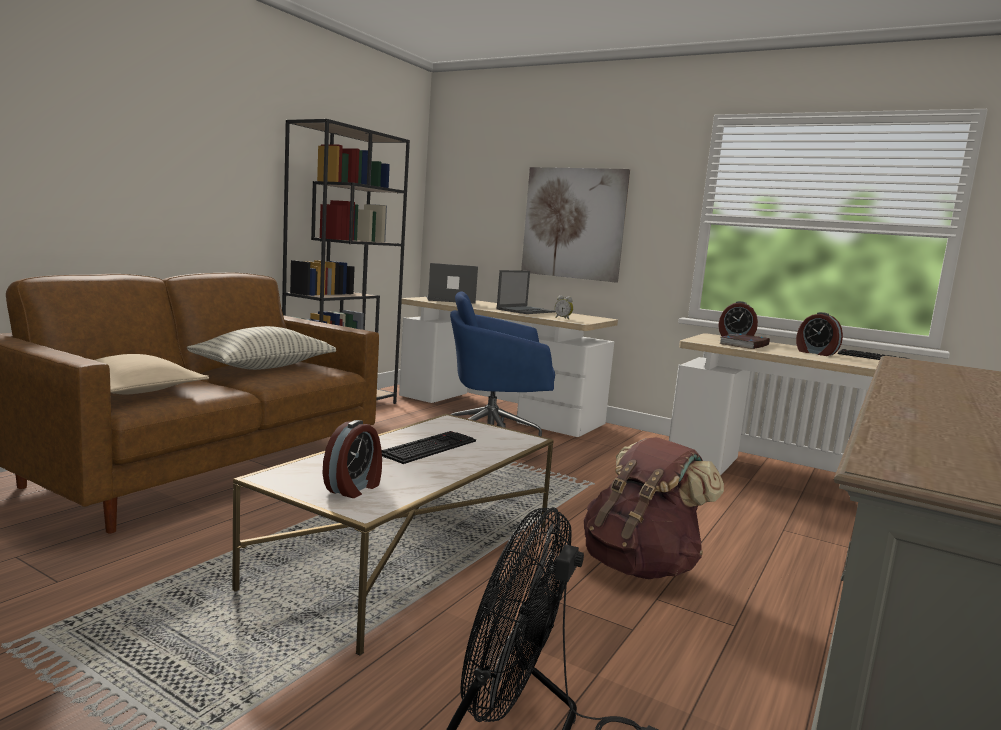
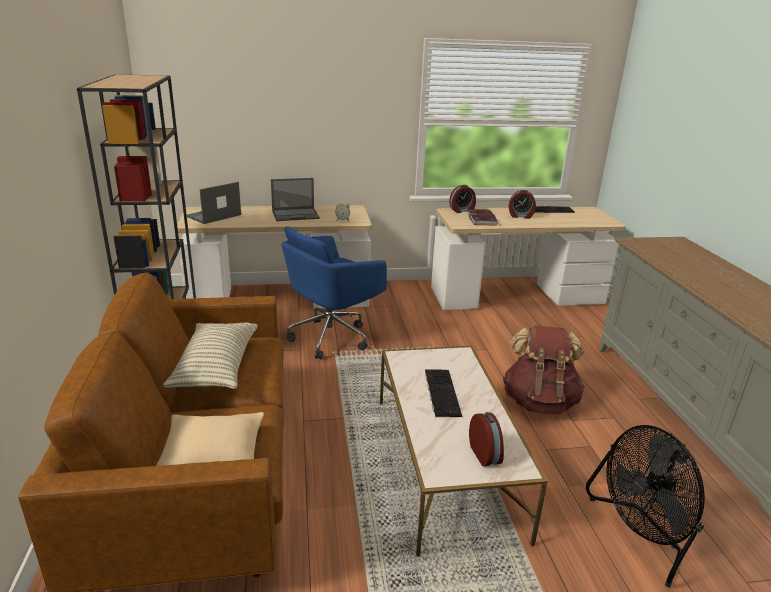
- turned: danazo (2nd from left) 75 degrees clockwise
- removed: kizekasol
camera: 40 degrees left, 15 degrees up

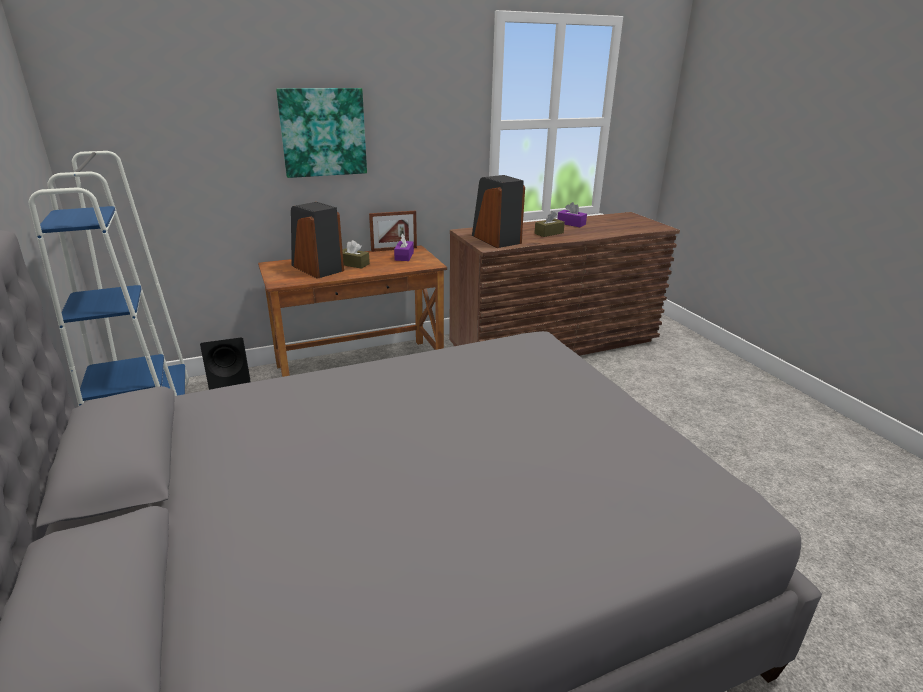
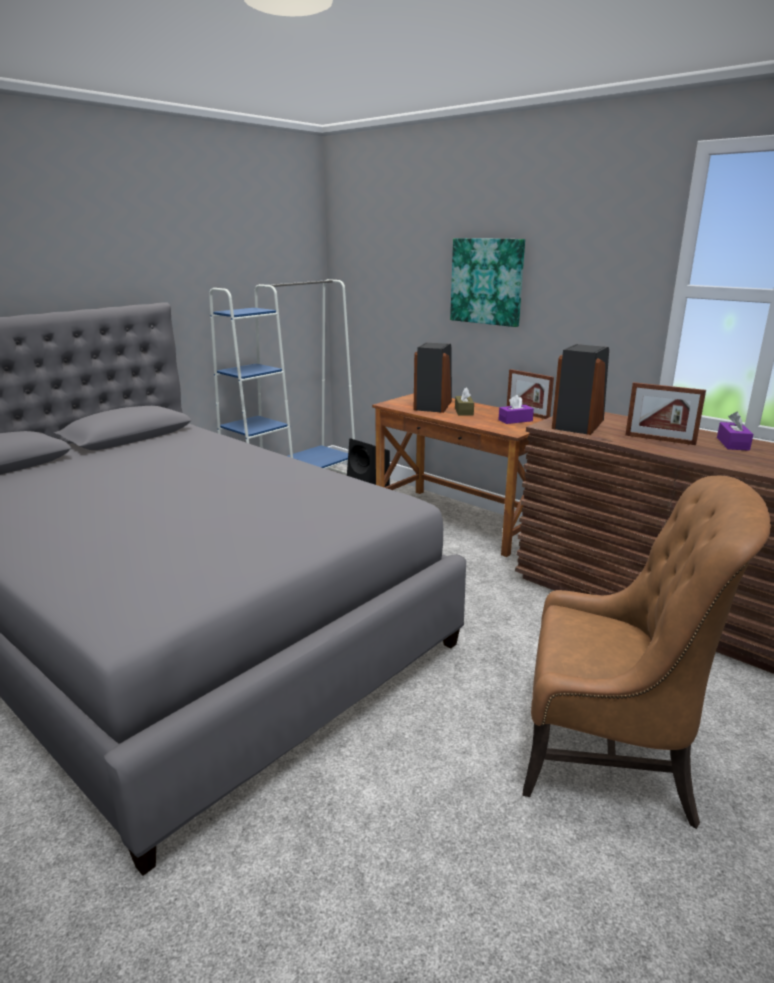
- replaced: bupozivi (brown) (2nd from left) to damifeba (2nd from left)
- added: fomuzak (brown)
camera: 65 degrees right, 5 degrees down

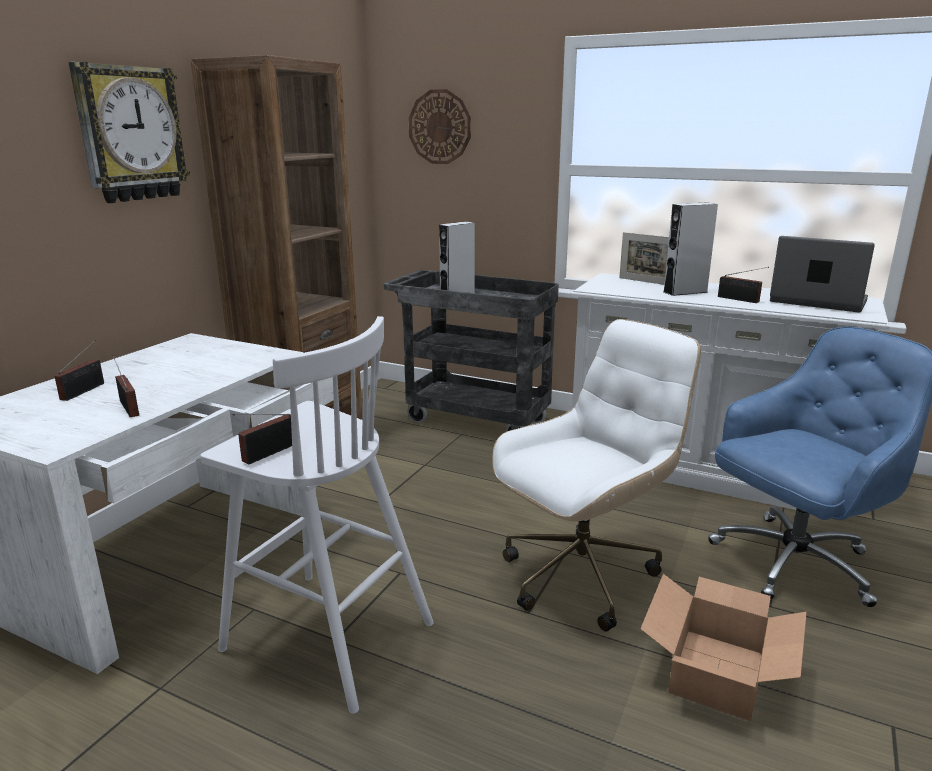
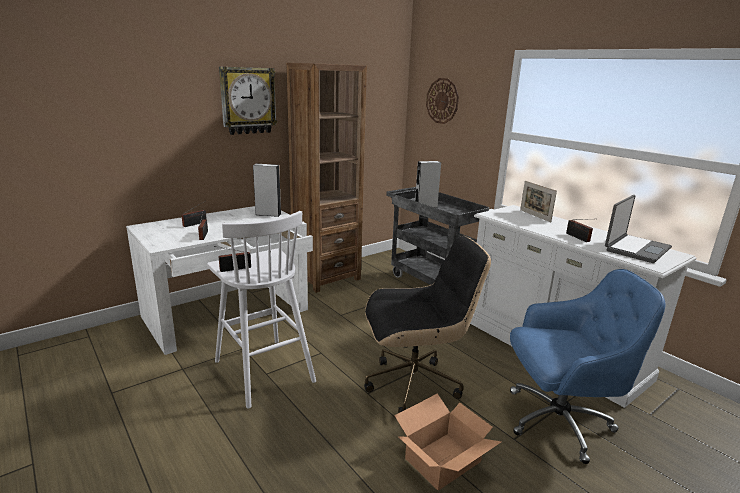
- recoloured: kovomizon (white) to kovomizon (black)
- moved: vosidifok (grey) (2nd from left in the first image) to vosidifok (grey) (1st from left)
- turned: danazo 75 degrees clockwise
camera: 25 degrees right, 0 degrees up

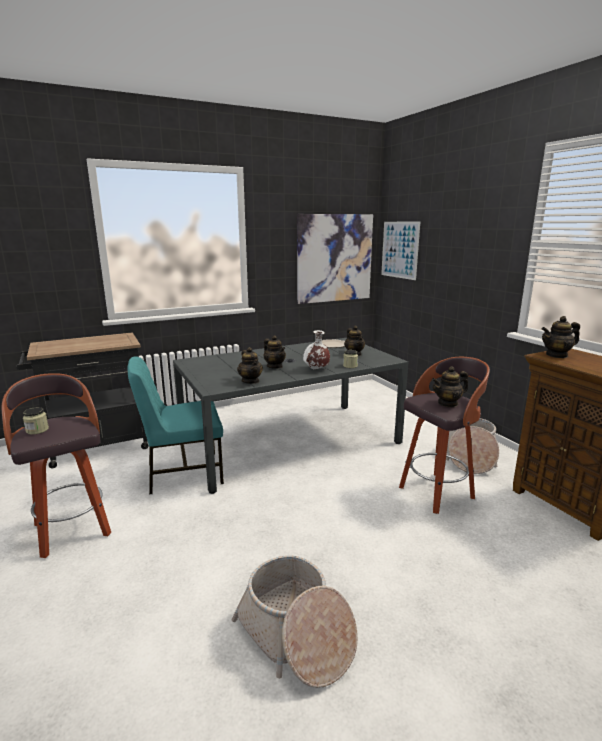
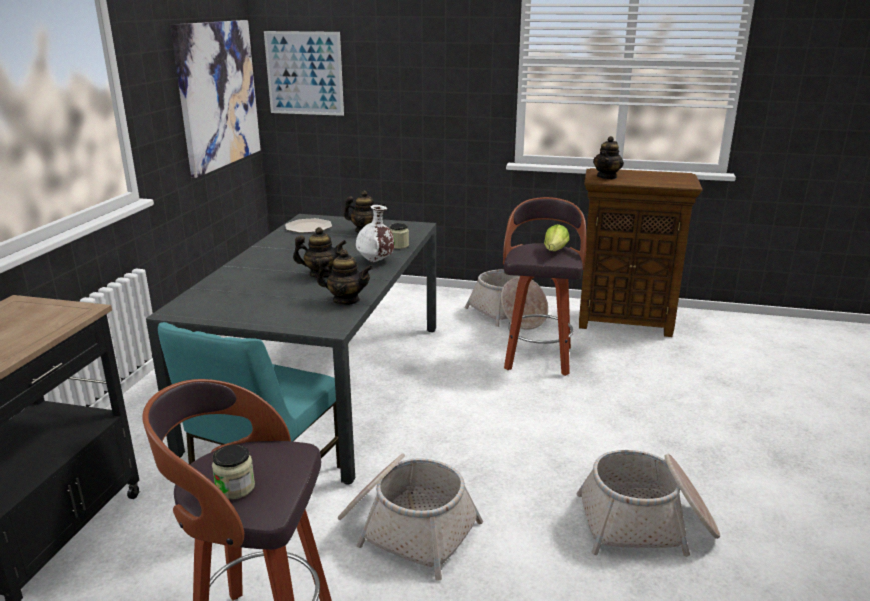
- replaced: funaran (4th from left) to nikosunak
- added: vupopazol (1st from left)
camera: 50 degrees left, 5 degrees up

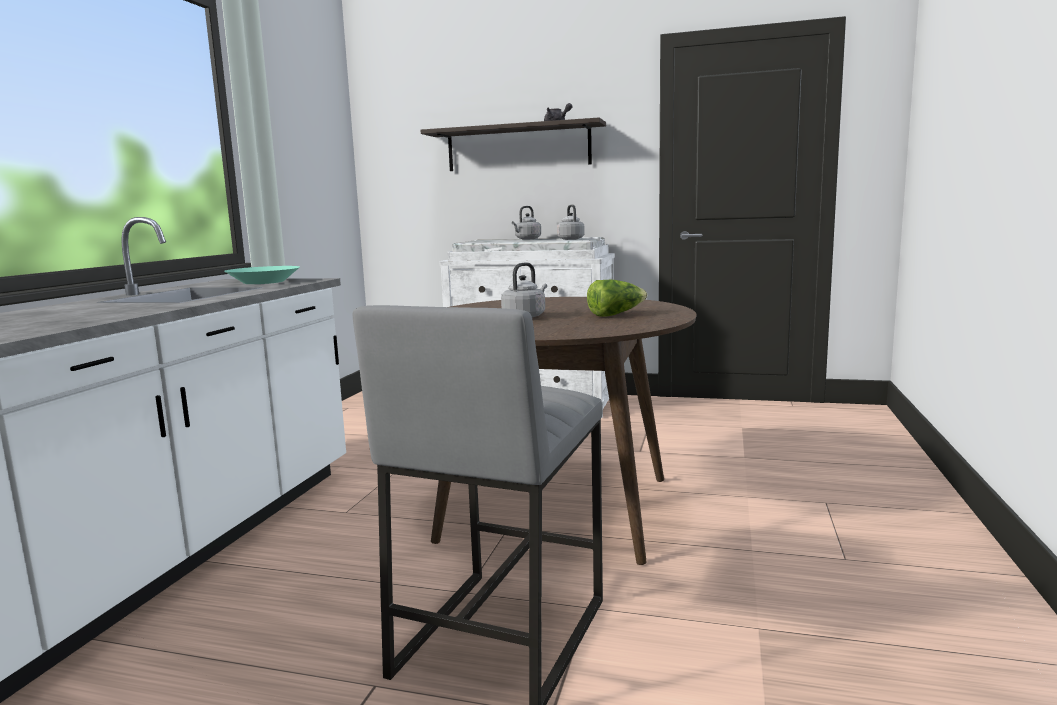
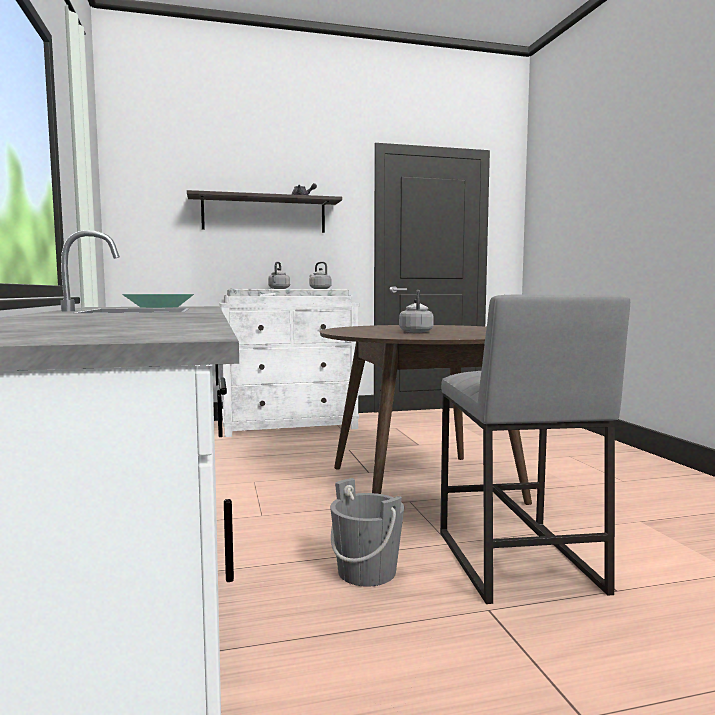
- removed: nikosunak
- added: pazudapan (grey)
camera: 30 degrees left, 5 degrees down

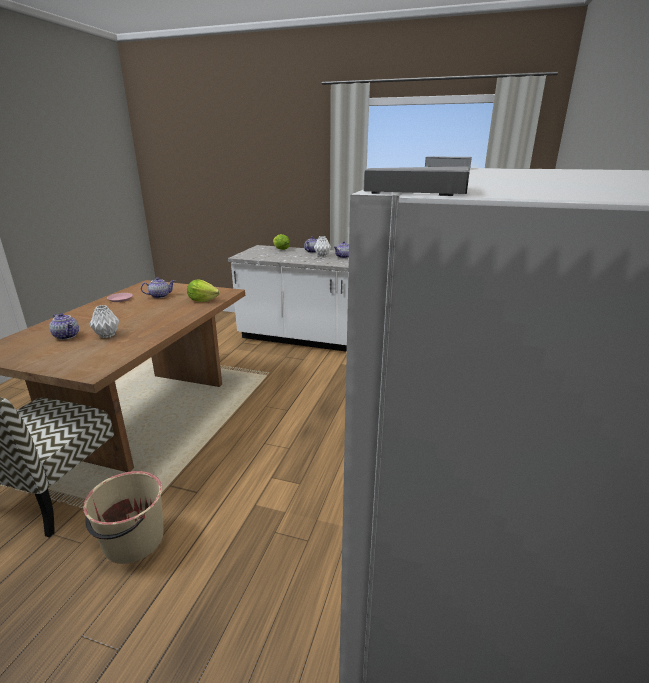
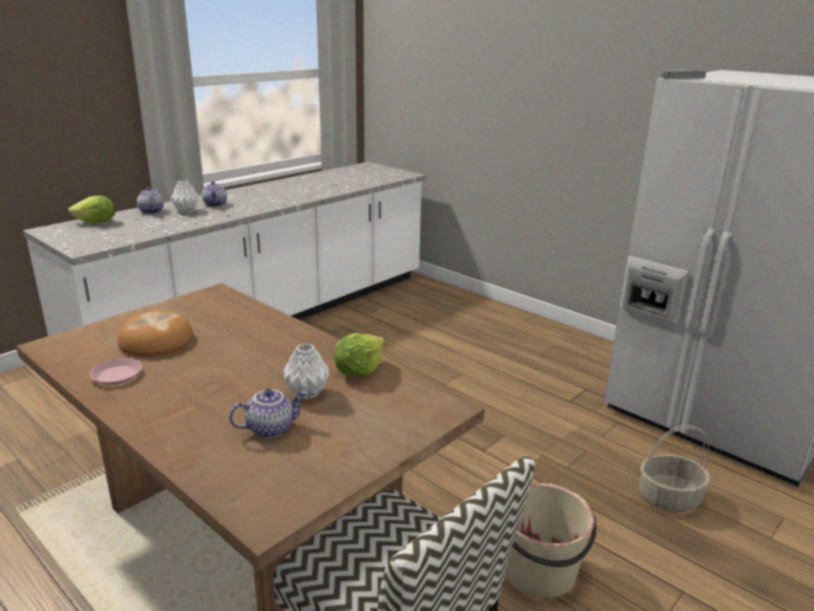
- replaced: funaran (2nd from left) to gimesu
- moved: nikosunak (1st from left in the first image) to nikosunak (2nd from left)
- added: vupopazol
camera: 65 degrees left, 0 degrees up

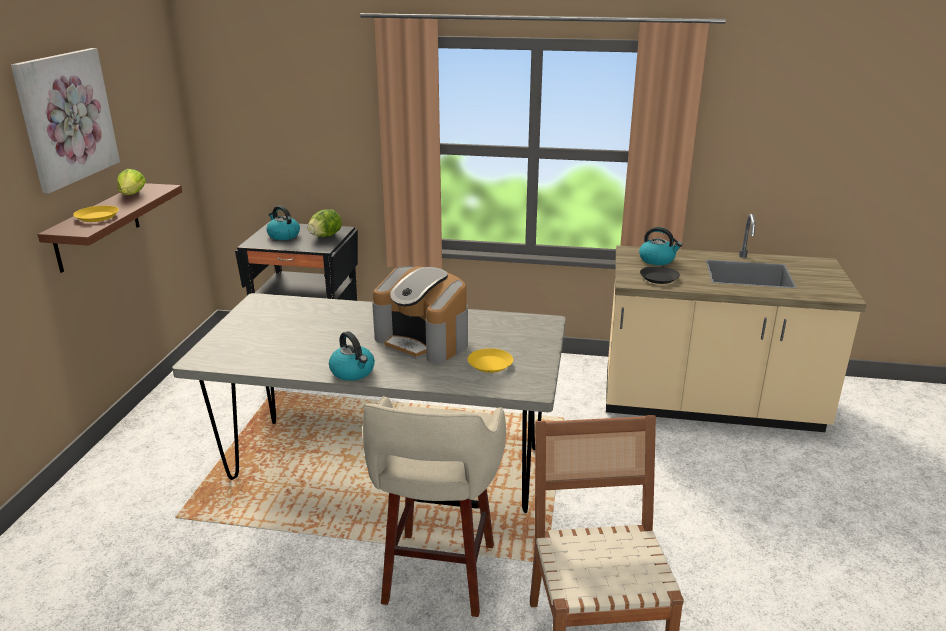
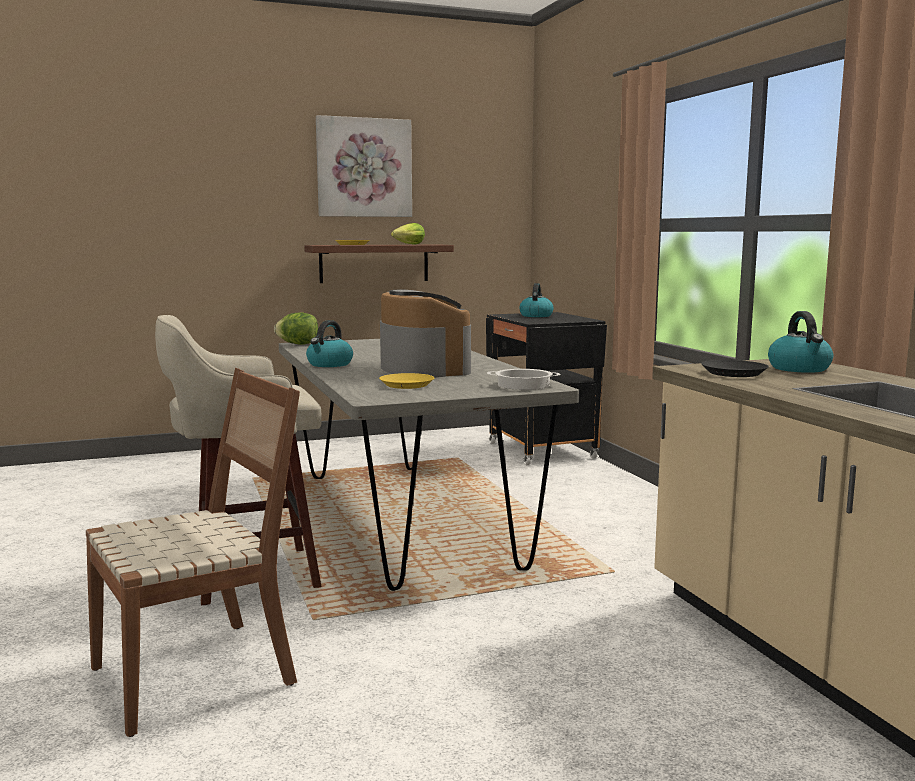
- moved: nikosunak (2nd from left in the first image) to nikosunak (1st from left)
- turned: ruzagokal 150 degrees clockwise
- added: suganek
camera: 60 degrees right, 15 degrees down

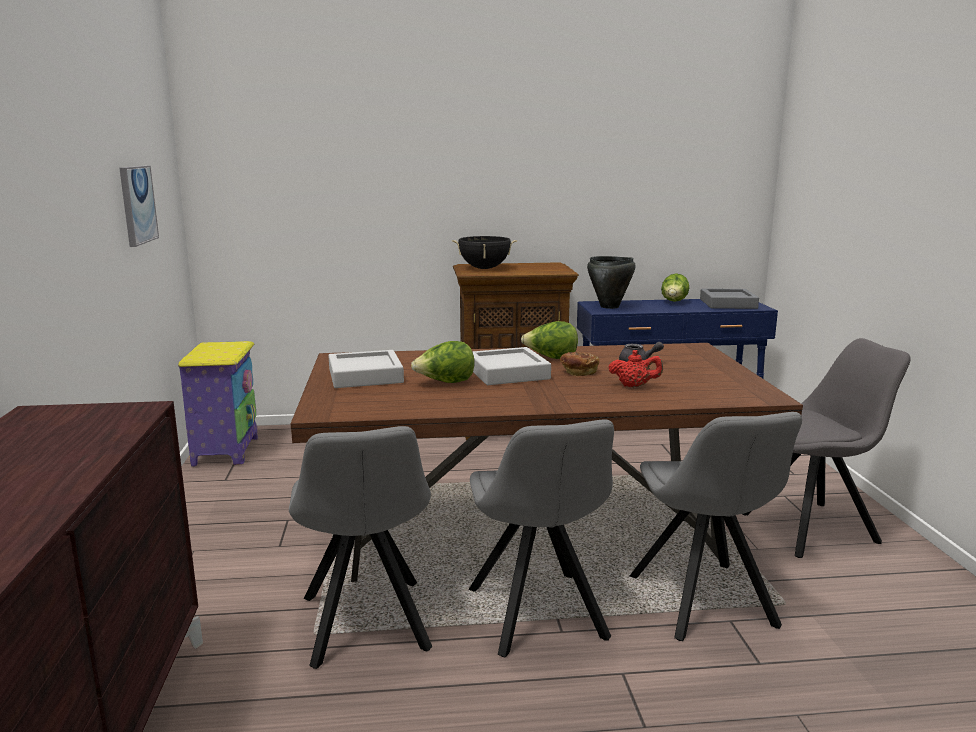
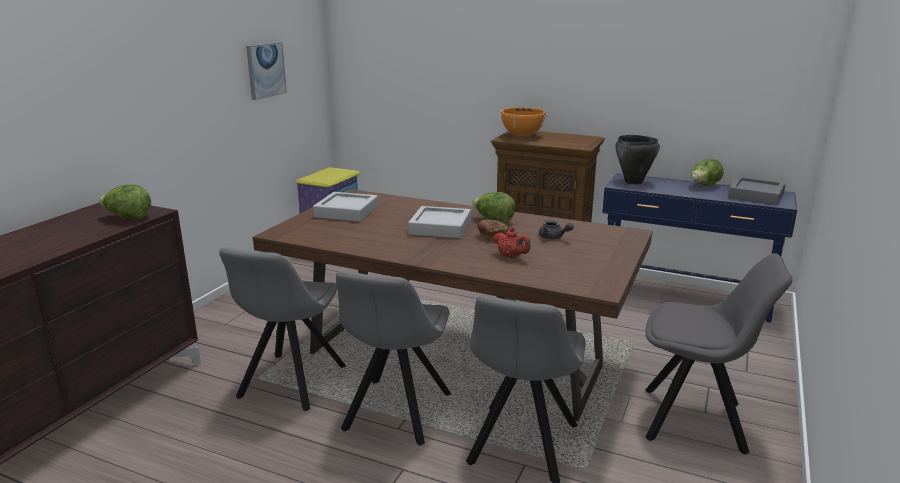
- moved: nikosunak (1st from left)
- recoloured: suganek (black) (1st from left) to suganek (orange)
camera: 30 degrees right, 5 degrees up

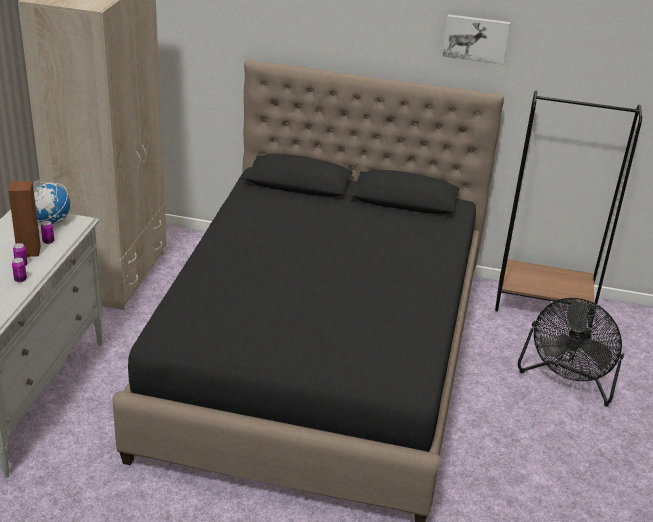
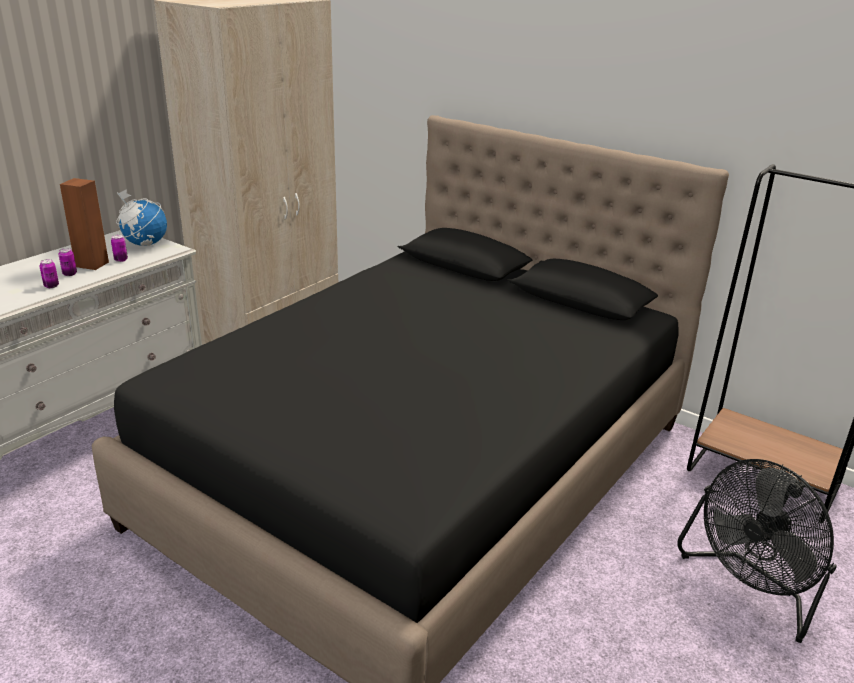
- removed: kizekasol
camera: 25 degrees right, 5 degrees down

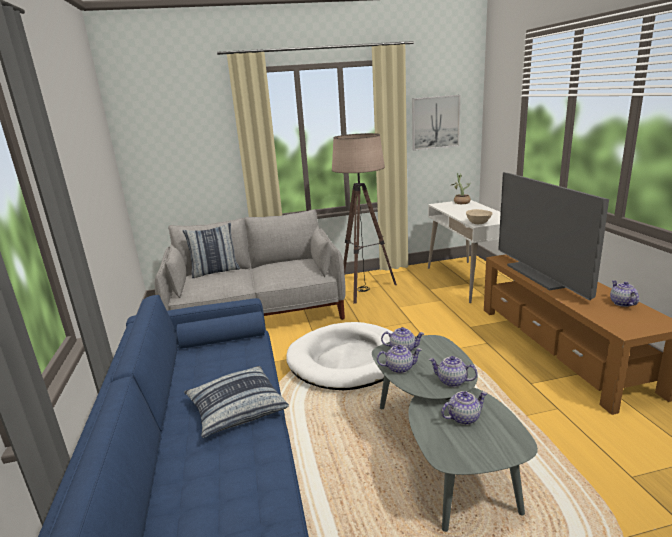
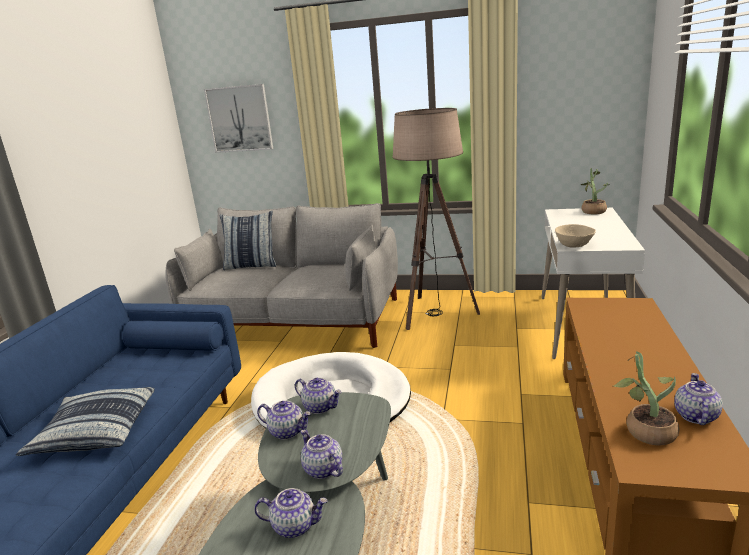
- moved: kizekasol
- removed: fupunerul
- added: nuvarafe (2nd from left)
camera: 25 degrees right, 0 degrees up

